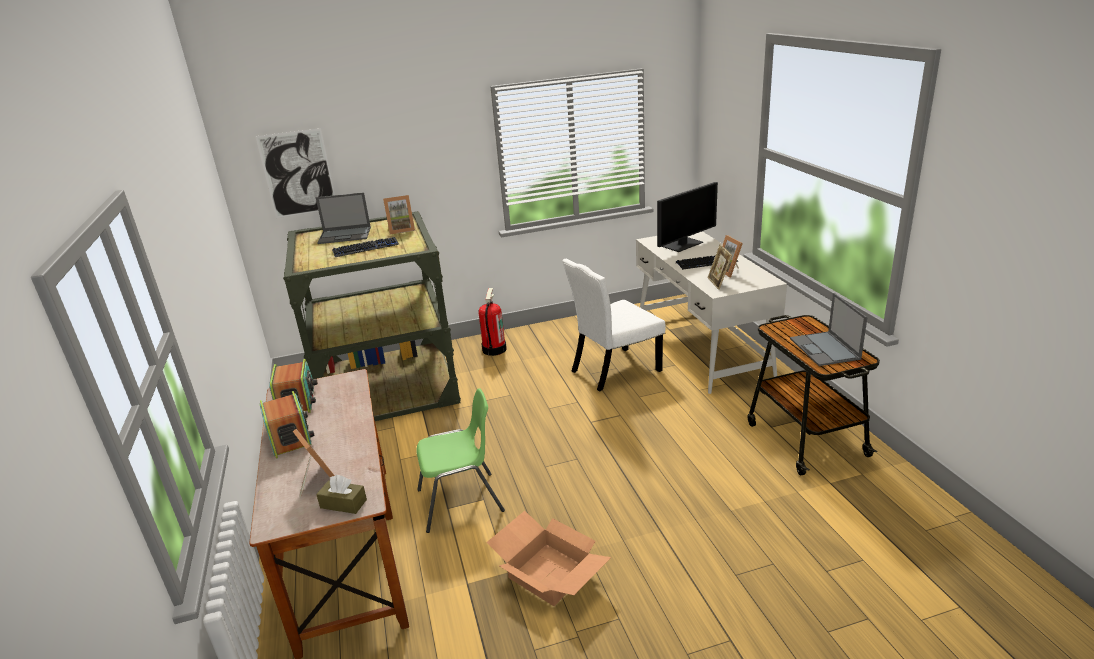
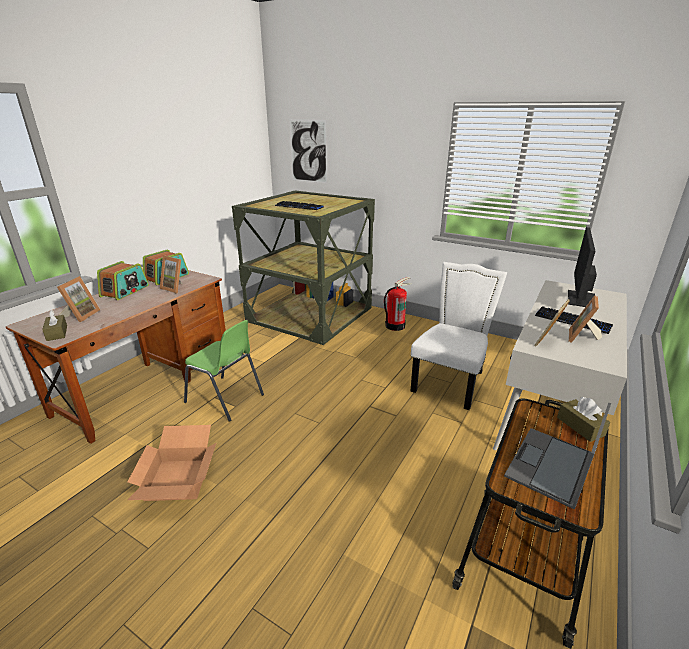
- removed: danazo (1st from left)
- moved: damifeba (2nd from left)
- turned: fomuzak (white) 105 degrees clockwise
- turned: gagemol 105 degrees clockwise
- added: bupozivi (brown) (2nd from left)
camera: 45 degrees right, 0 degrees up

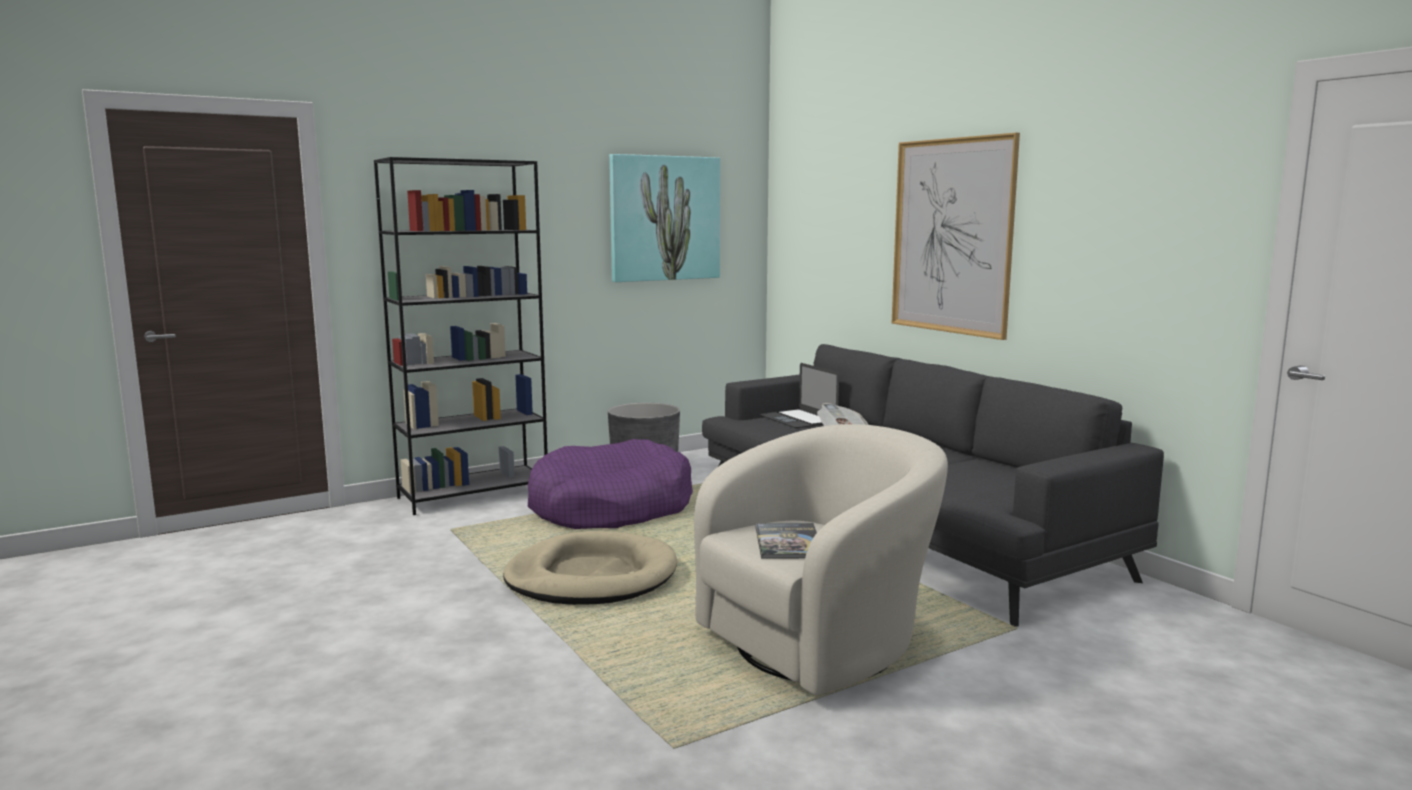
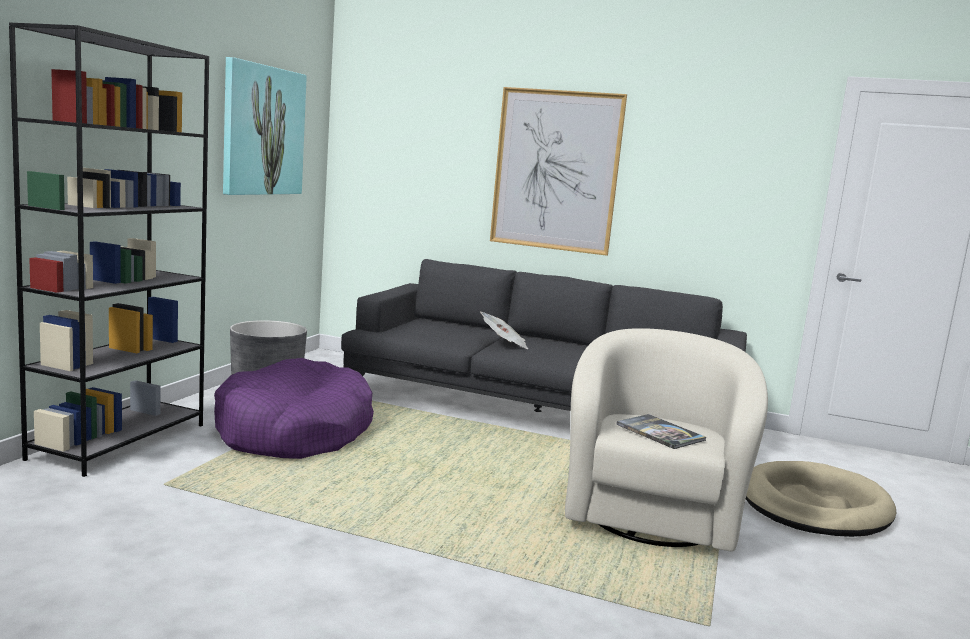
- moved: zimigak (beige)
- removed: danazo
camera: 40 degrees left, 0 degrees up

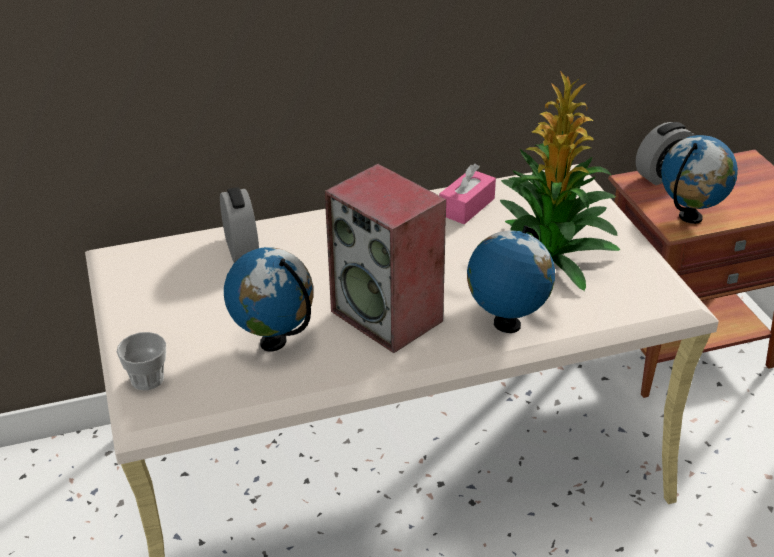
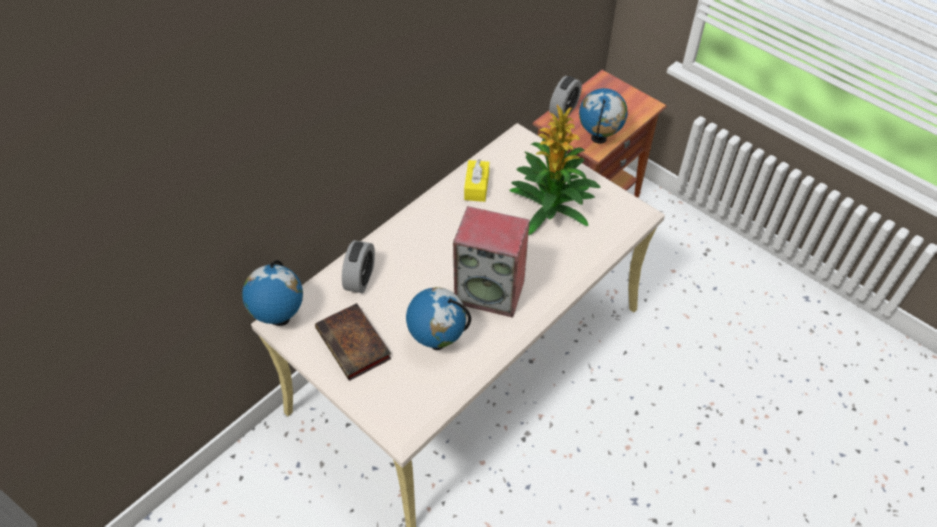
- removed: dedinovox
- turned: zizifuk (1st from left) 60 degrees clockwise
- recoloured: bupozivi (pink) to bupozivi (yellow)
- moved: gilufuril (2nd from left in the first image) to gilufuril (1st from left)
- added: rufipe
camera: 30 degrees left, 15 degrees up

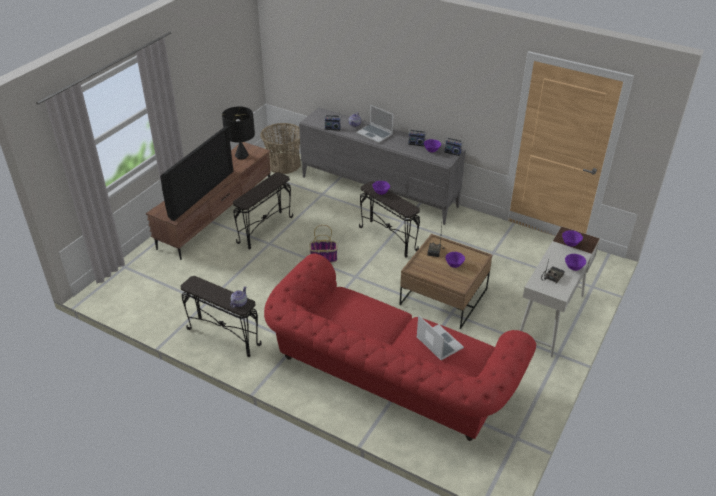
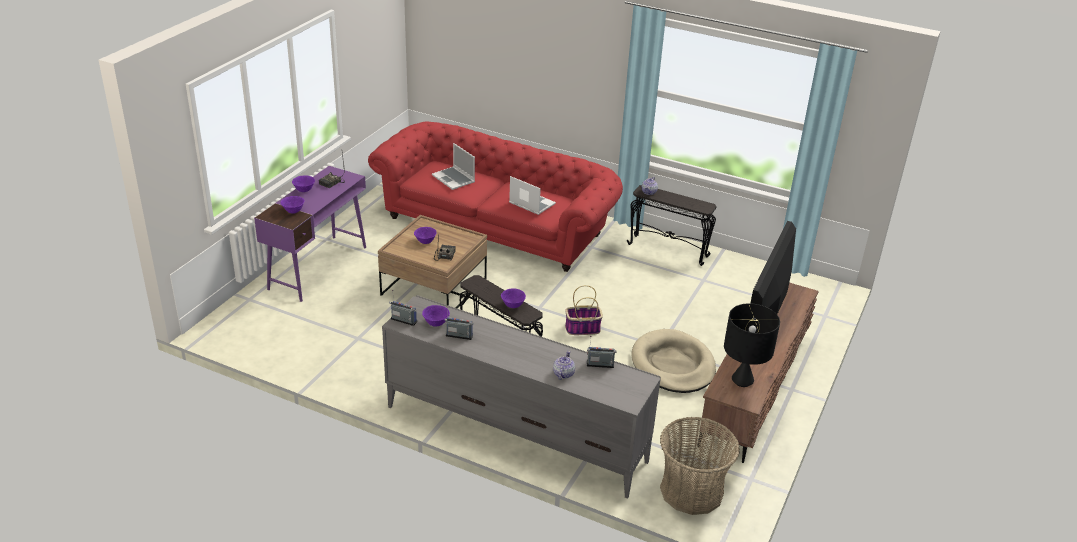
- replaced: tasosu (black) (2nd from left) to zimigak (beige)
- moved: danazo (1st from left in the first image) to danazo (2nd from left)
- recoloured: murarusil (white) to murarusil (purple)
camera: 175 degrees right, 5 degrees down

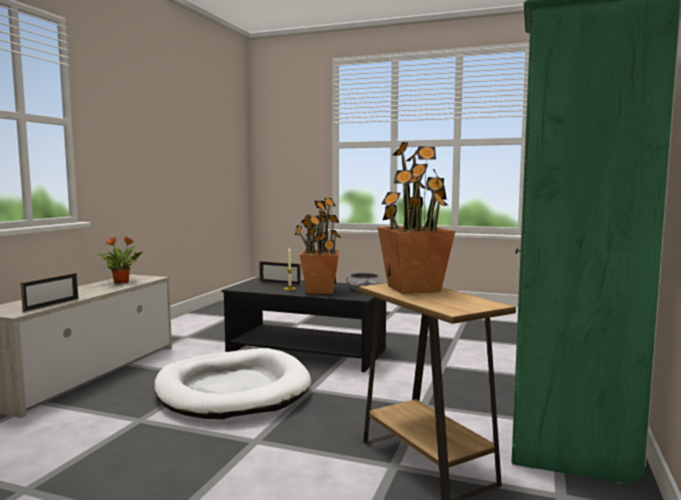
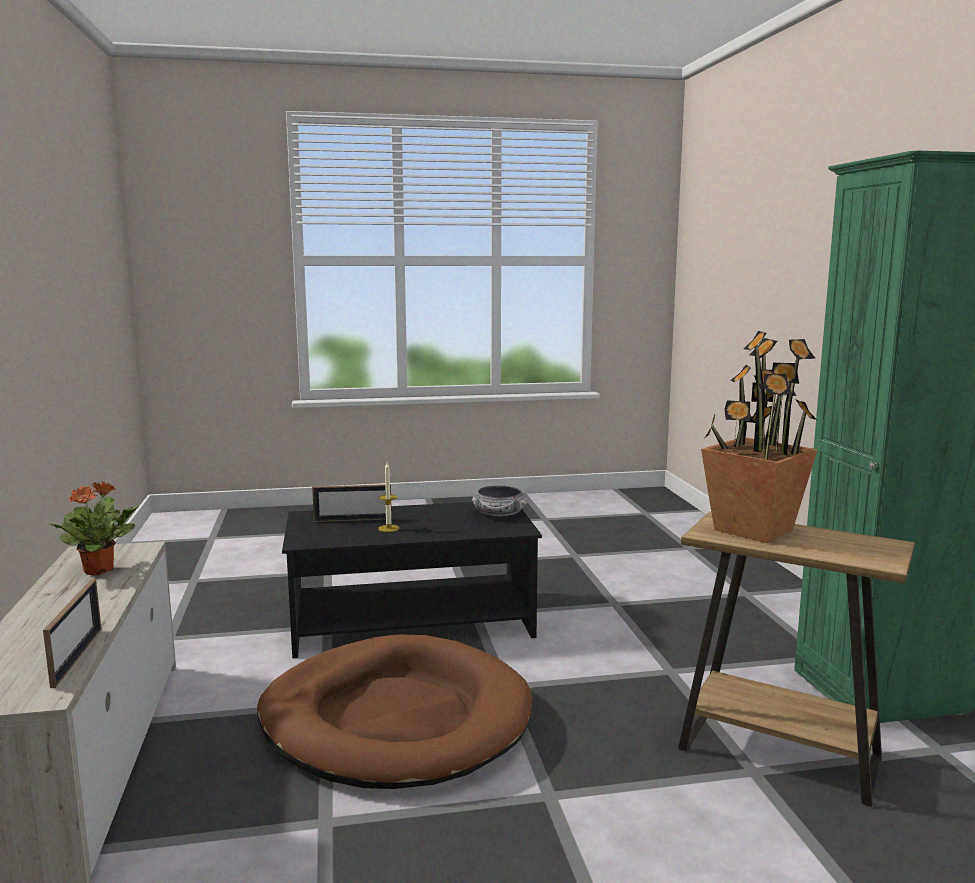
- recoloured: zimigak (white) to zimigak (brown)
- removed: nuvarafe (2nd from left)
camera: 30 degrees left, 5 degrees up

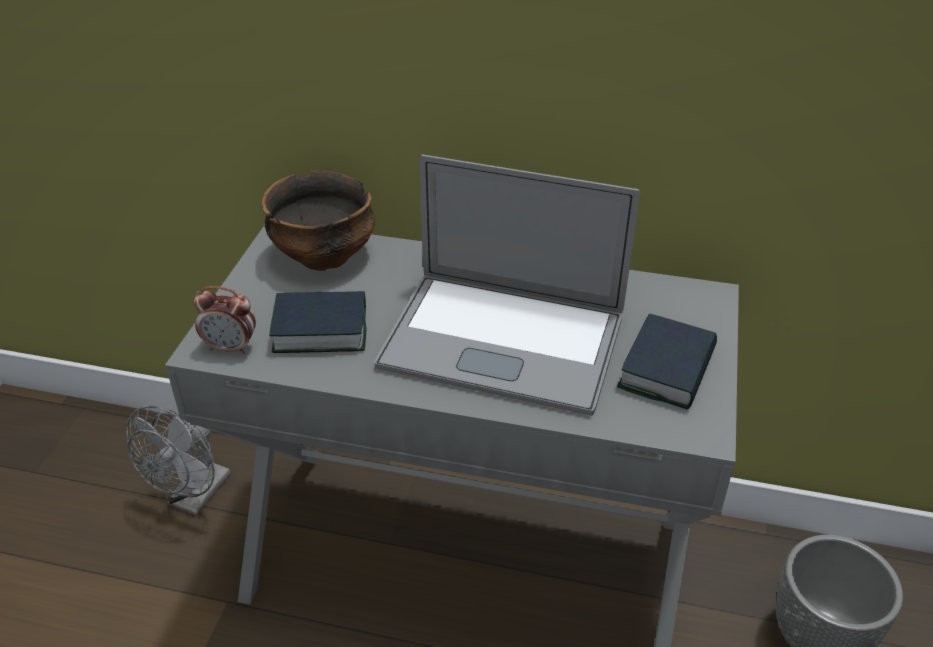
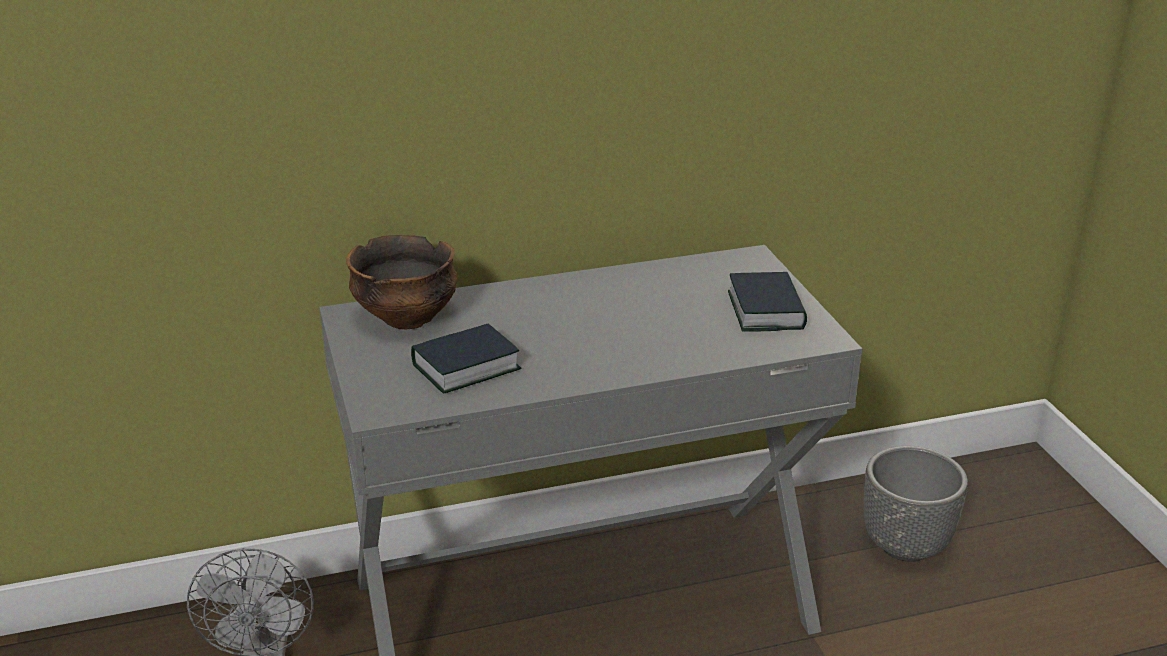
- removed: zizifuk
- removed: danazo
camera: 30 degrees left, 10 degrees down

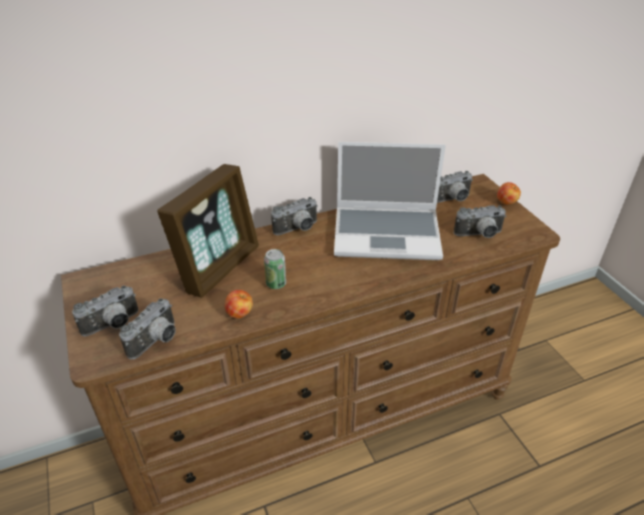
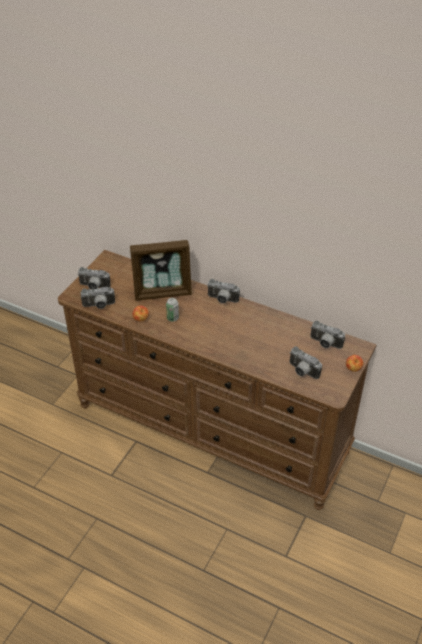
- removed: danazo
camera: 50 degrees right, 5 degrees up

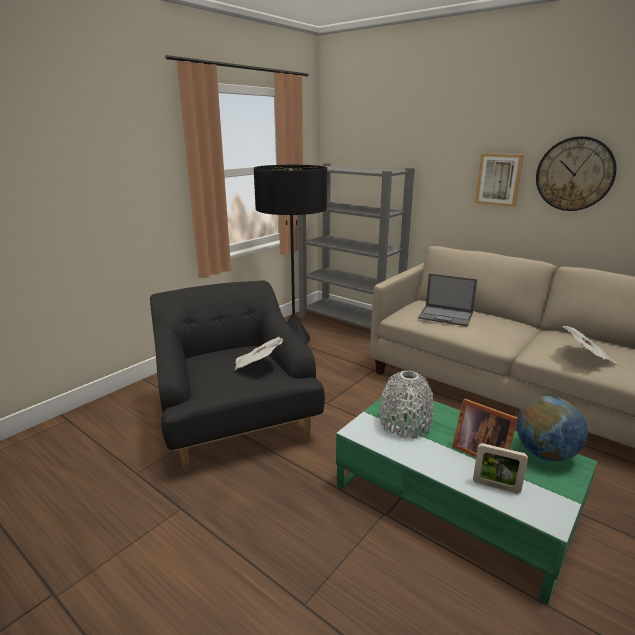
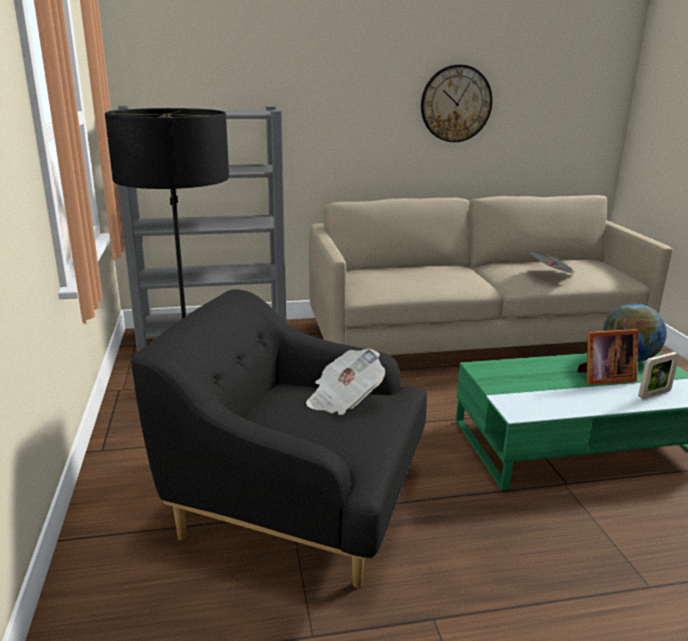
- removed: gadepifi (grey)
- removed: danazo
- removed: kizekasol
camera: 50 degrees left, 0 degrees up

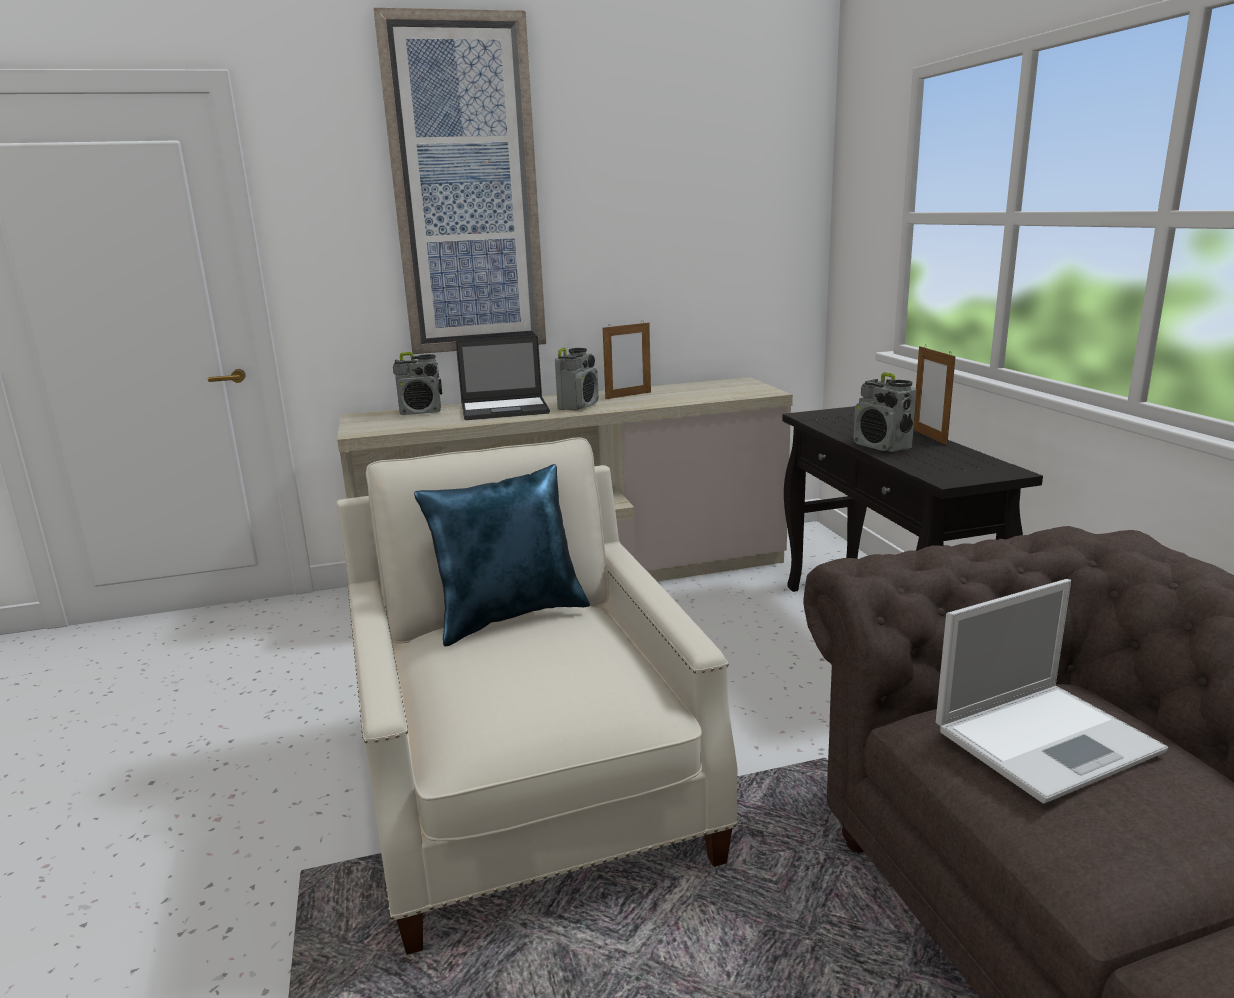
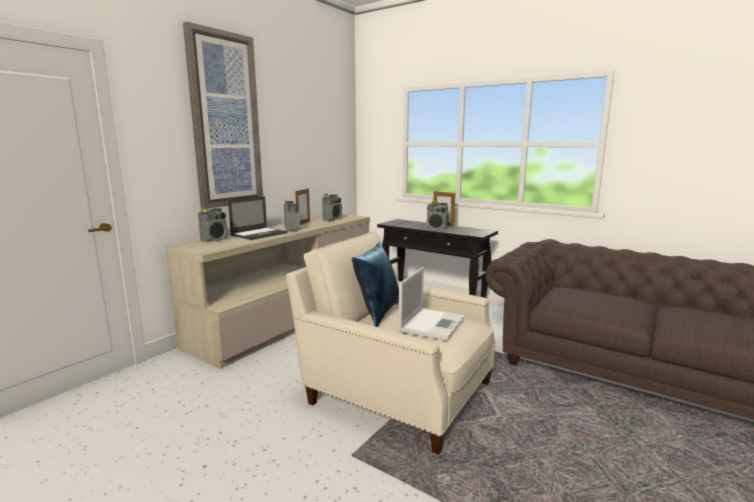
- moved: danazo (2nd from left)
- added: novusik (3rd from left)
camera: 40 degrees left, 5 degrees down

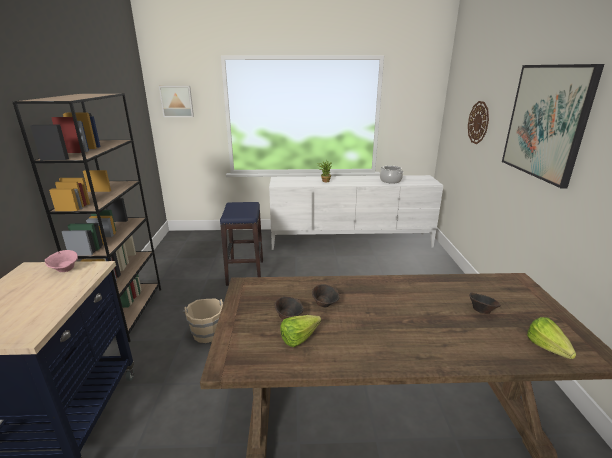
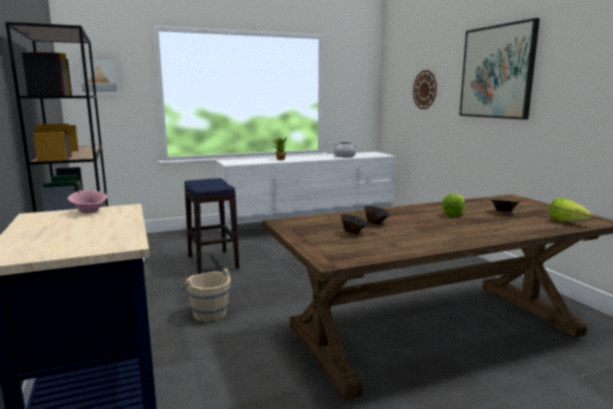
- moved: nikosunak (1st from left)
camera: 20 degrees left, 10 degrees down

